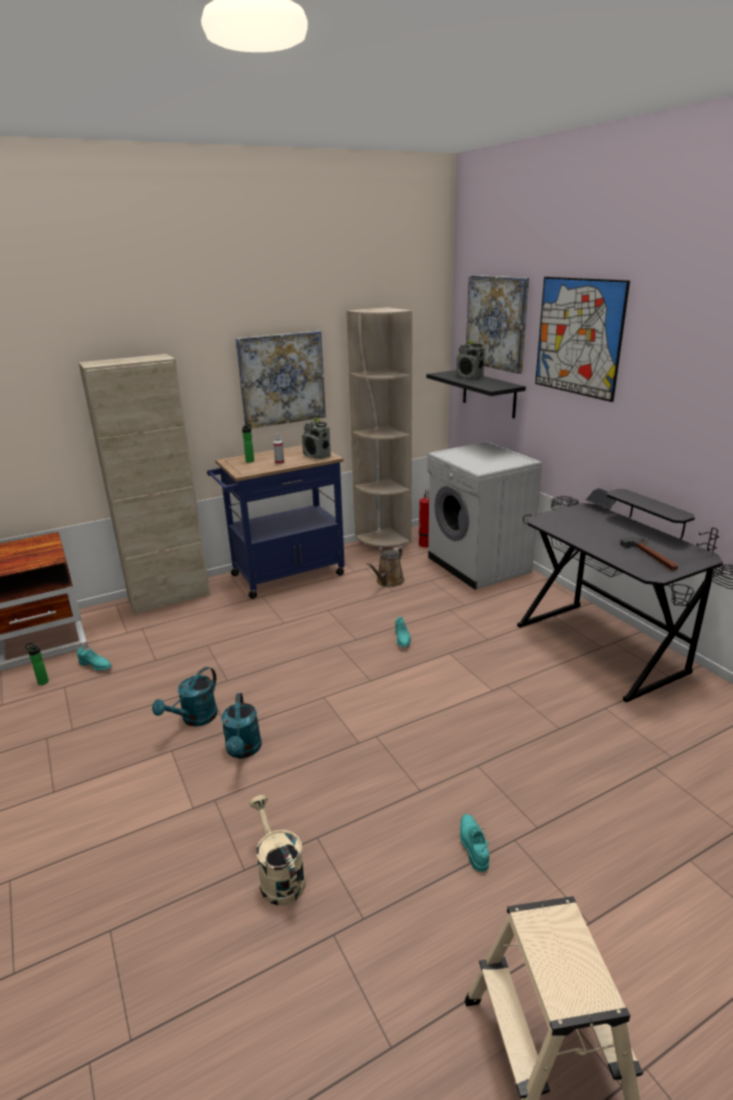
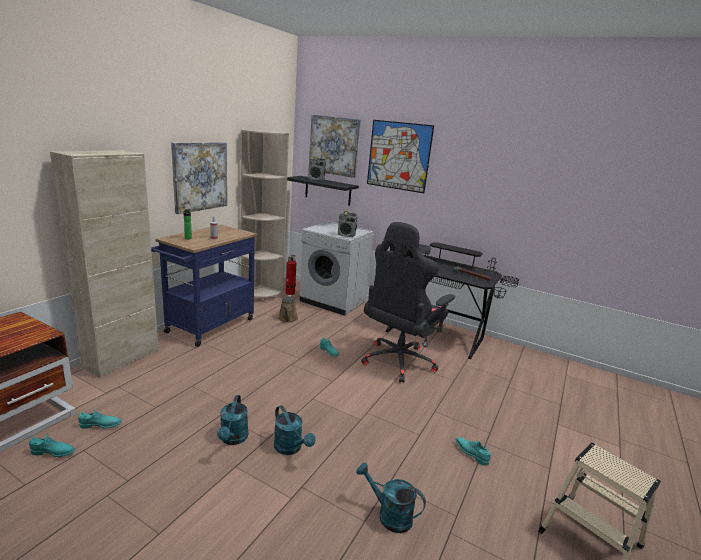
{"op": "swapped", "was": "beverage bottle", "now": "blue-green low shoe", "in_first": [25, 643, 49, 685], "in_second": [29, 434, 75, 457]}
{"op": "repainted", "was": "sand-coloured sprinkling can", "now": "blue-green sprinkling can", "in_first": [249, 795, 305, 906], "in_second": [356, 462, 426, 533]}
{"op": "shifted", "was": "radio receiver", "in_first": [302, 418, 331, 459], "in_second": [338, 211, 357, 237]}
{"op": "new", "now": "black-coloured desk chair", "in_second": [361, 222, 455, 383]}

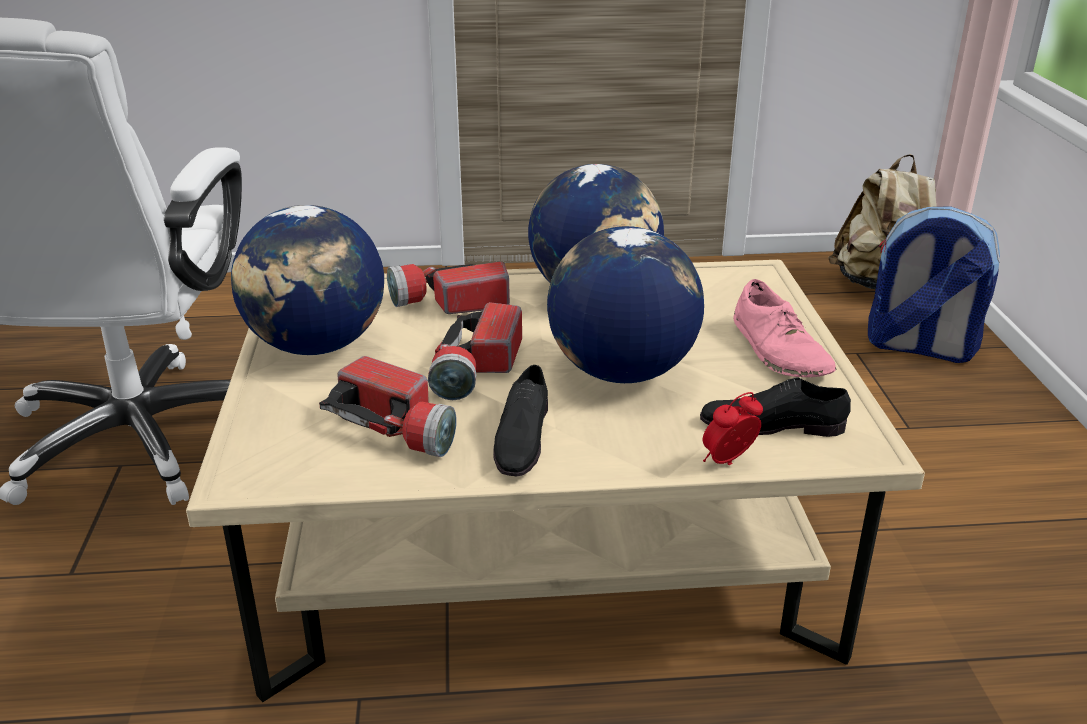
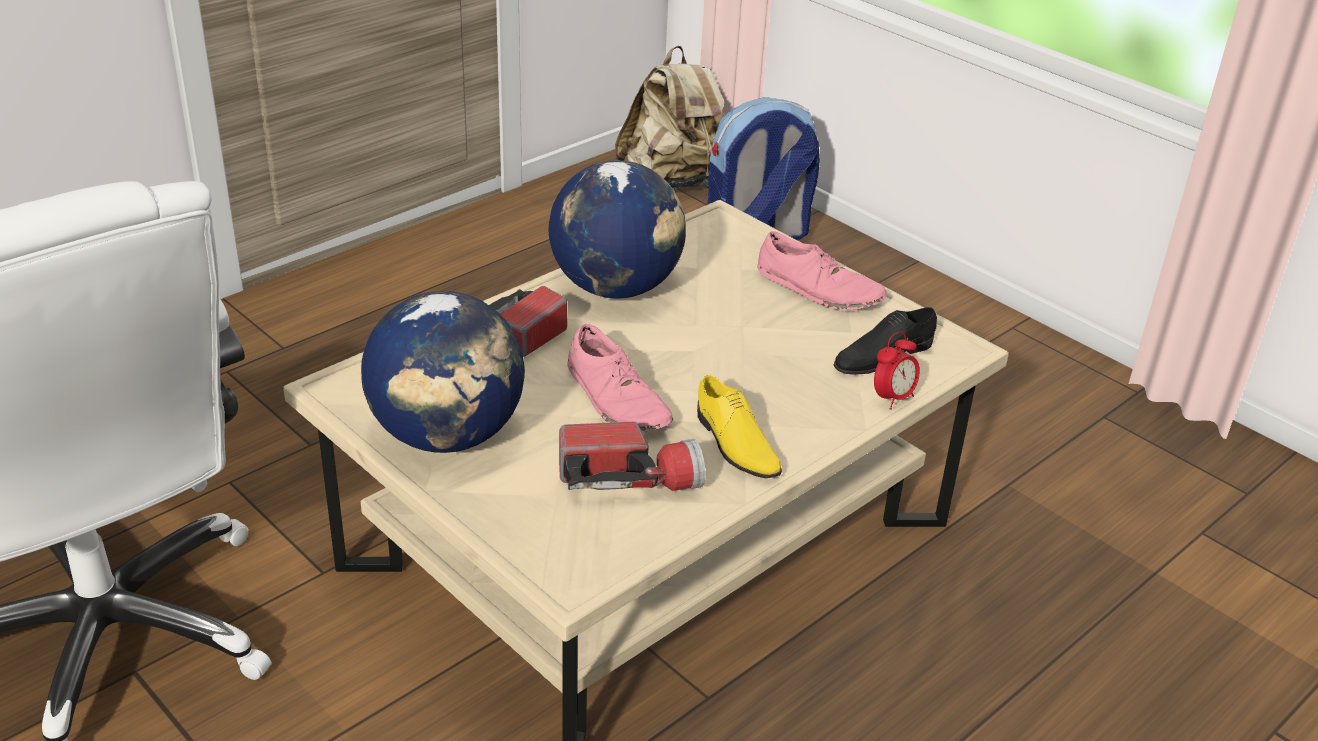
{"op": "swapped", "was": "hand torch", "now": "pink-coloured low shoe", "in_first": [428, 302, 522, 400], "in_second": [567, 324, 673, 432]}
{"op": "repainted", "was": "black-coloured low shoe", "now": "yellow-coloured low shoe", "in_first": [493, 365, 548, 476], "in_second": [697, 375, 782, 478]}
{"op": "gone", "was": "globe", "in_first": [547, 226, 704, 383]}
{"op": "rotated", "was": "alarm clock", "in_first": [703, 392, 763, 465], "in_second": [874, 331, 920, 410], "clockwise": -150}

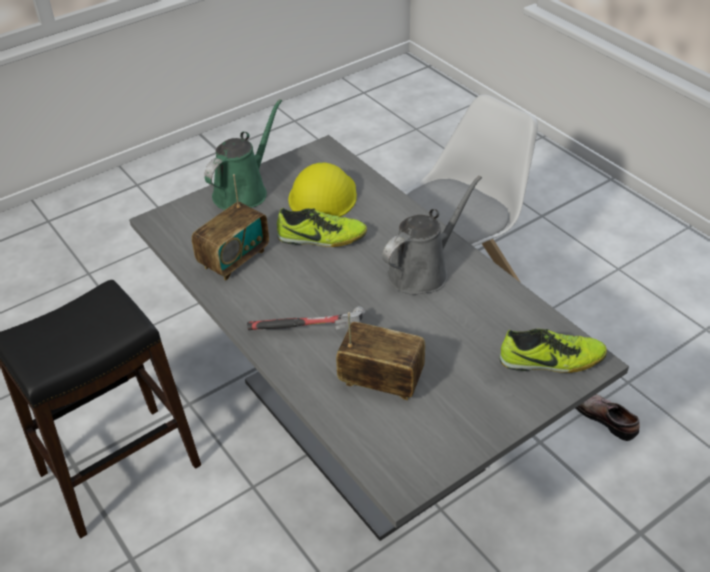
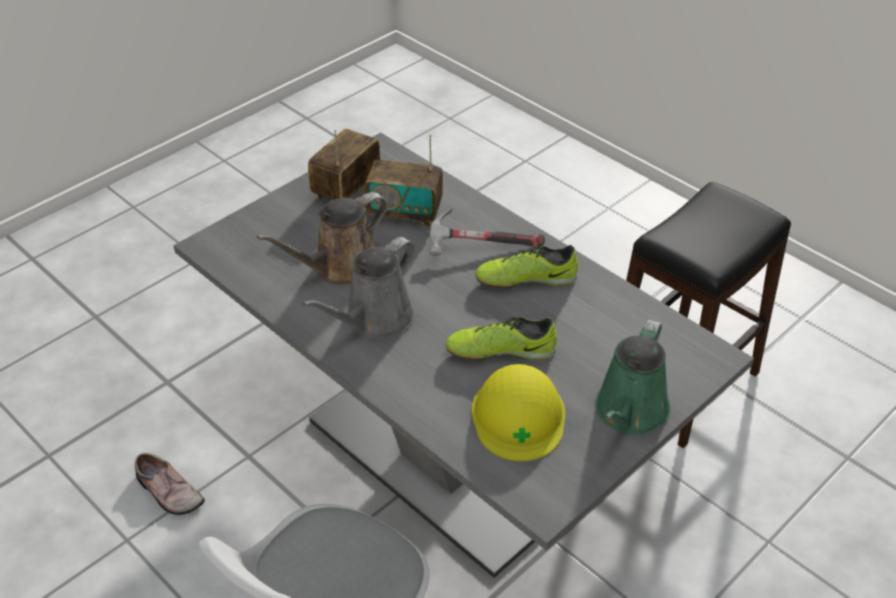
{"op": "shifted", "was": "radio receiver", "in_first": [192, 174, 269, 281], "in_second": [308, 128, 380, 200]}
{"op": "shifted", "was": "low shoe", "in_first": [499, 329, 607, 373], "in_second": [475, 245, 578, 288]}
{"op": "new", "now": "brown sprinkling can", "in_second": [257, 192, 388, 285]}

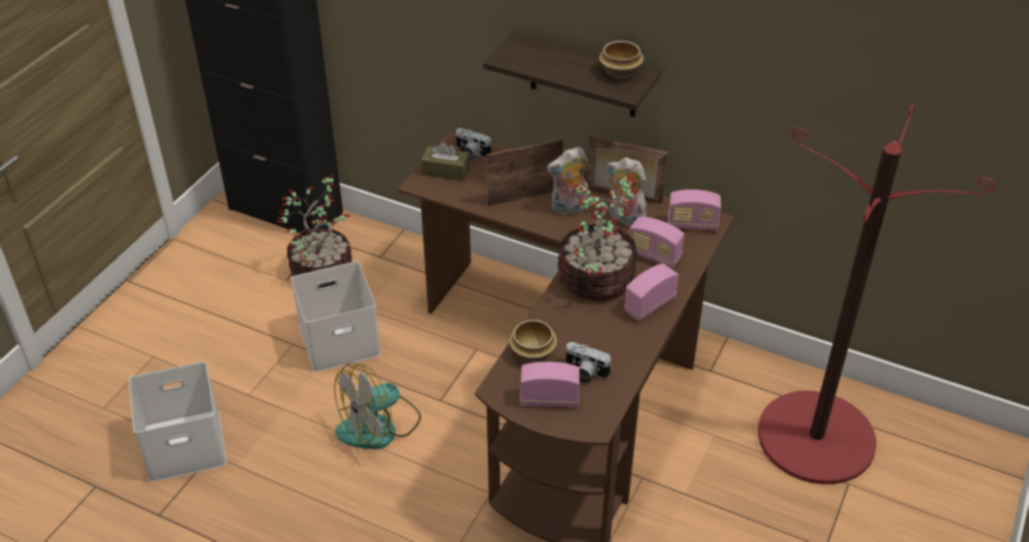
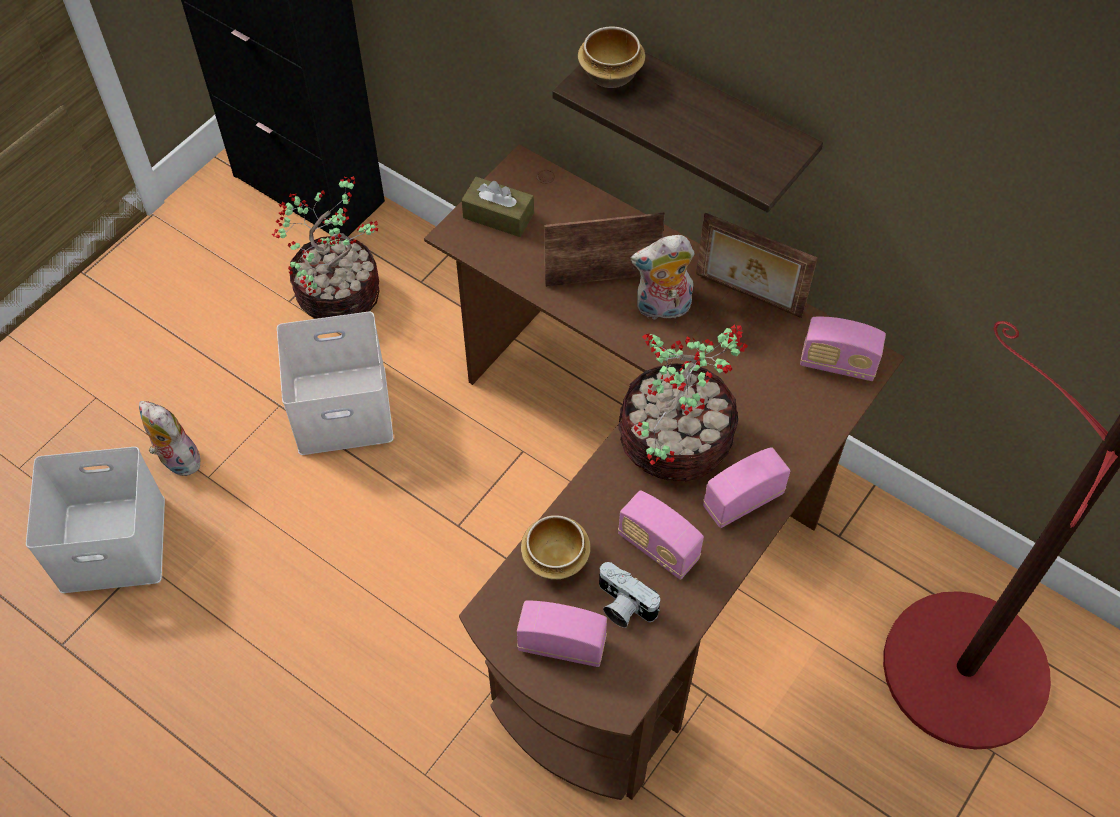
{"op": "gone", "was": "fan", "in_first": [334, 362, 421, 449]}
{"op": "gone", "was": "still camera", "in_first": [456, 128, 492, 161]}
{"op": "shifted", "was": "bowl", "in_first": [599, 41, 644, 79], "in_second": [578, 26, 646, 88]}
{"op": "shifted", "was": "plush toy", "in_first": [607, 157, 646, 227], "in_second": [139, 401, 200, 476]}
{"op": "shifted", "was": "radio receiver", "in_first": [629, 217, 684, 268], "in_second": [618, 490, 704, 580]}

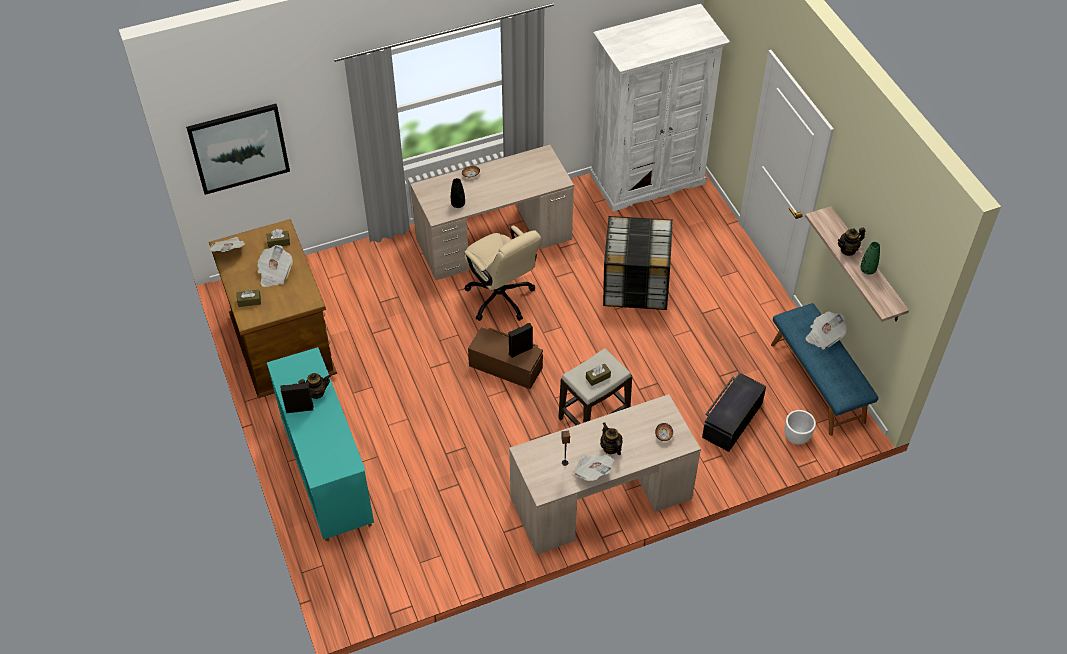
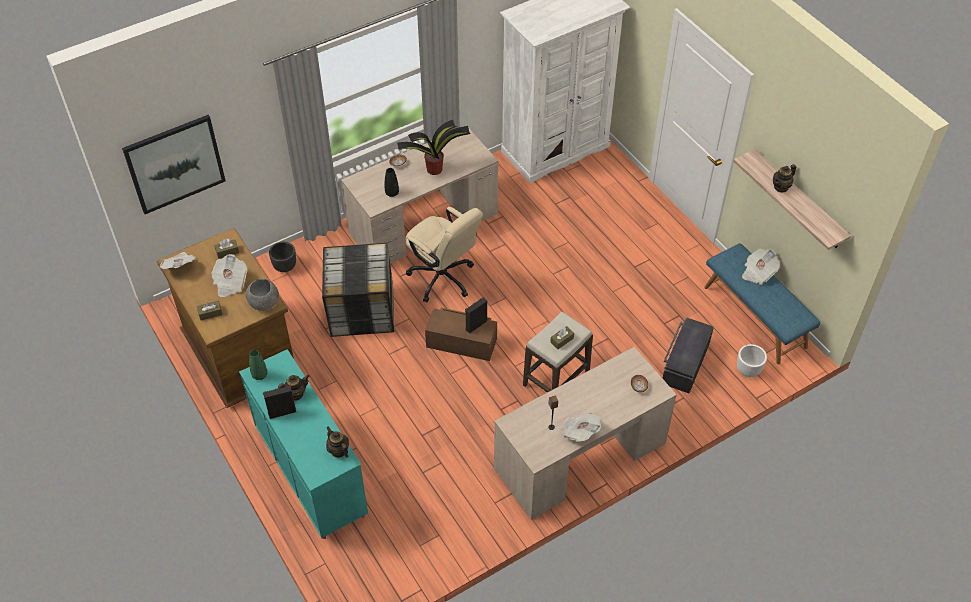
{"op": "shifted", "was": "pot for tea", "in_first": [600, 423, 622, 455], "in_second": [326, 426, 349, 458]}
{"op": "shifted", "was": "storage box", "in_first": [603, 216, 673, 310], "in_second": [322, 243, 394, 337]}
{"op": "shifted", "was": "green vase", "in_first": [860, 242, 880, 275], "in_second": [249, 350, 267, 380]}
{"op": "new", "now": "greyish bowl", "in_second": [246, 279, 279, 311]}
{"op": "new", "now": "black-coloured planter", "in_second": [269, 242, 296, 272]}
{"op": "new", "now": "houseplant", "in_second": [397, 120, 471, 175]}

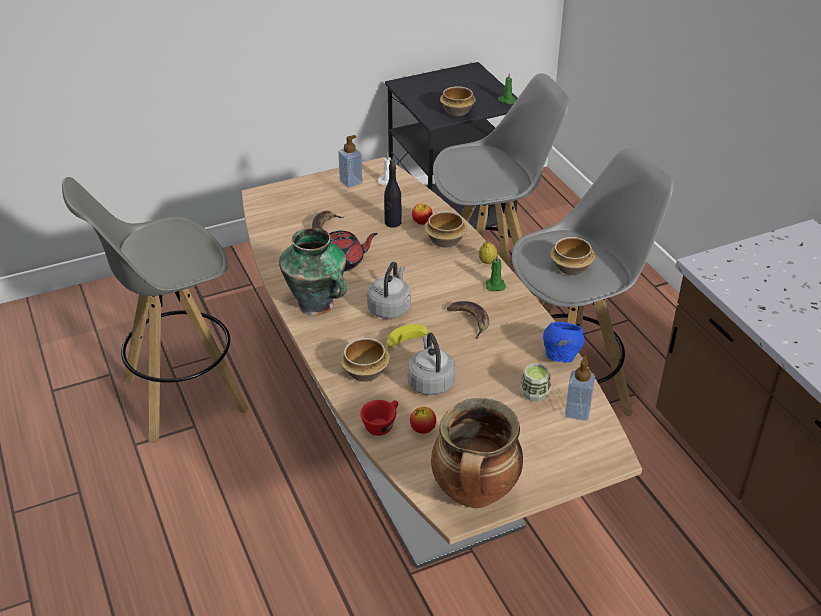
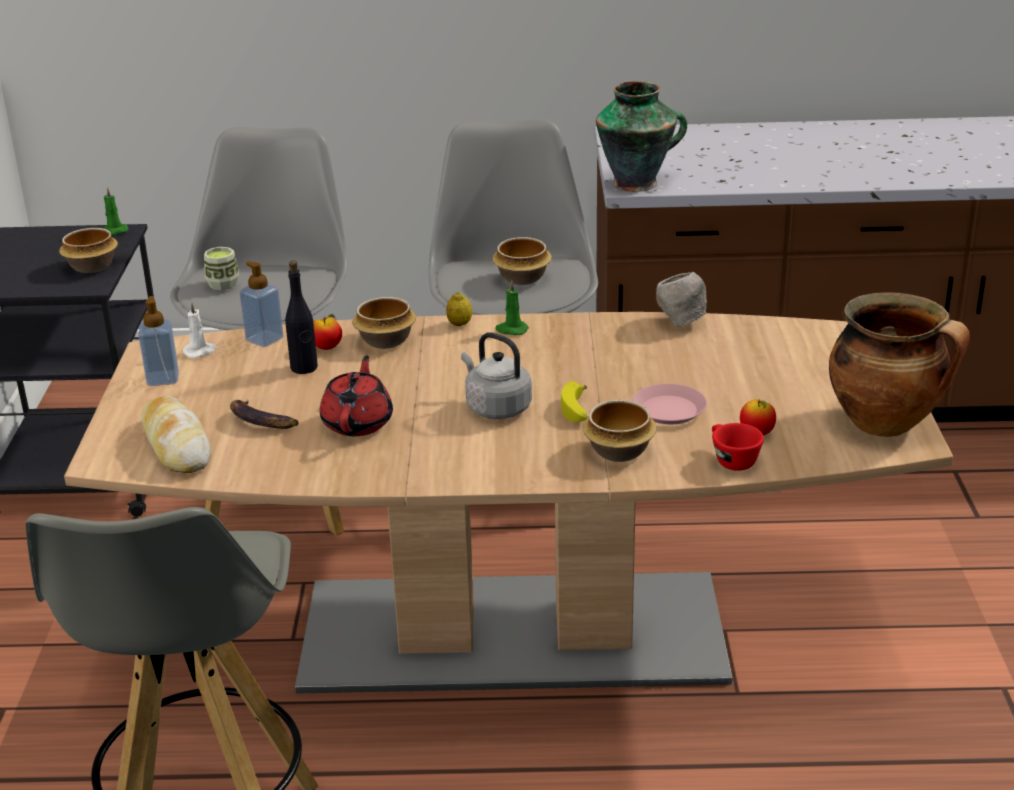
{"op": "shifted", "was": "vase", "in_first": [279, 228, 347, 315], "in_second": [596, 81, 687, 192]}
{"op": "swapped", "was": "greyish tea kettle", "now": "pink-coloured plate", "in_first": [407, 333, 455, 395], "in_second": [632, 384, 707, 424]}
{"op": "gone", "was": "banana fruit", "in_first": [447, 301, 489, 339]}
{"op": "shifted", "was": "cup", "in_first": [521, 363, 551, 402], "in_second": [204, 247, 239, 290]}
{"op": "repainted", "was": "bluish bowl", "now": "greyish bowl", "in_first": [543, 322, 584, 363], "in_second": [656, 272, 707, 327]}
{"op": "shifted", "was": "soap bottle", "in_first": [565, 356, 595, 421], "in_second": [240, 261, 283, 347]}
{"op": "new", "now": "baked bread", "in_second": [142, 396, 211, 473]}

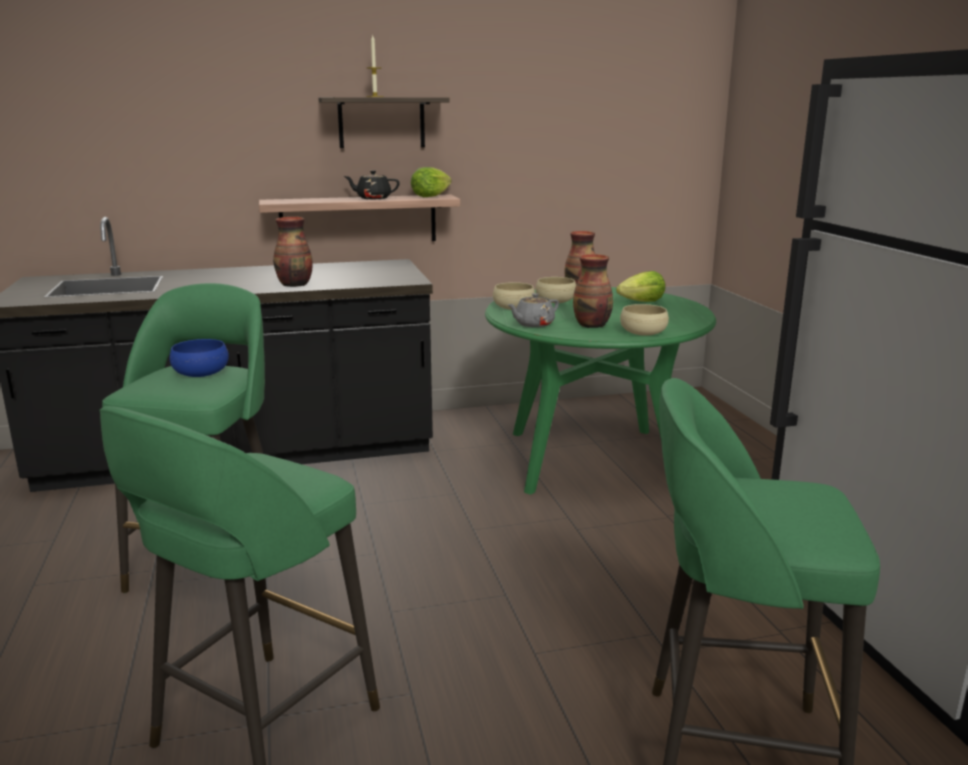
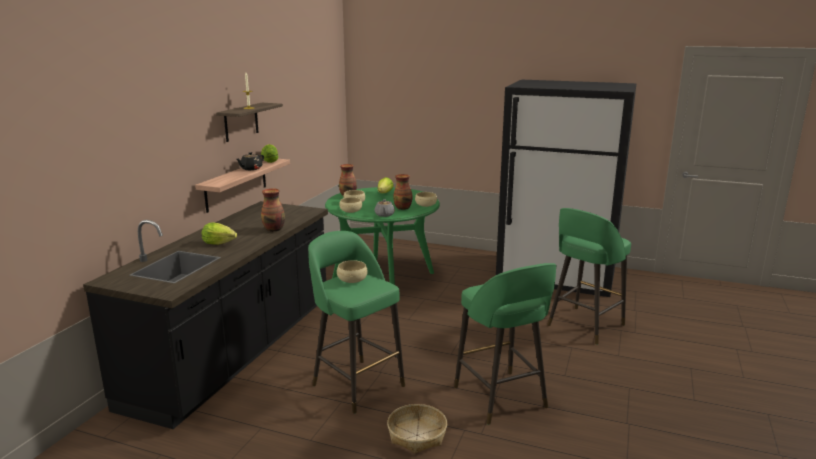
{"op": "repainted", "was": "bluish bowl", "now": "sand-coloured bowl", "in_first": [170, 339, 229, 377], "in_second": [337, 260, 368, 283]}
{"op": "new", "now": "lettuce head", "in_second": [202, 222, 237, 245]}
{"op": "new", "now": "storage basket", "in_second": [387, 404, 447, 454]}

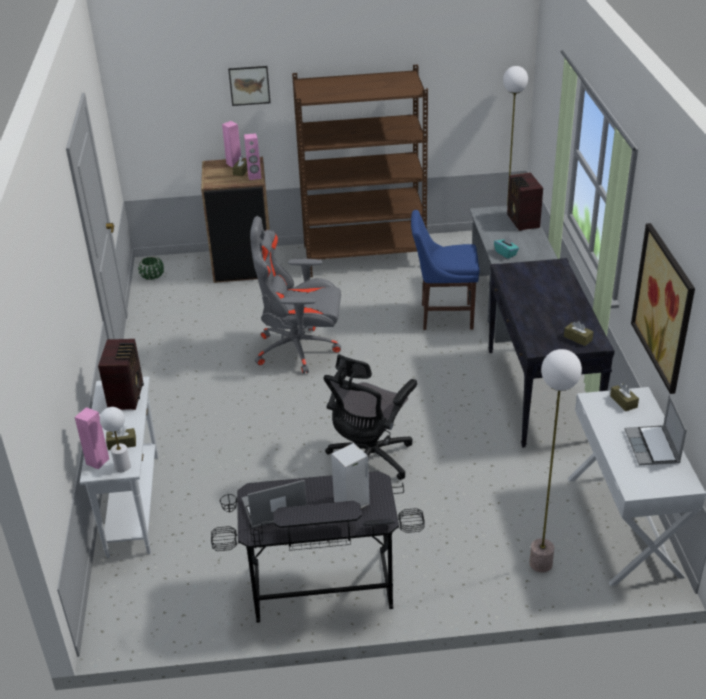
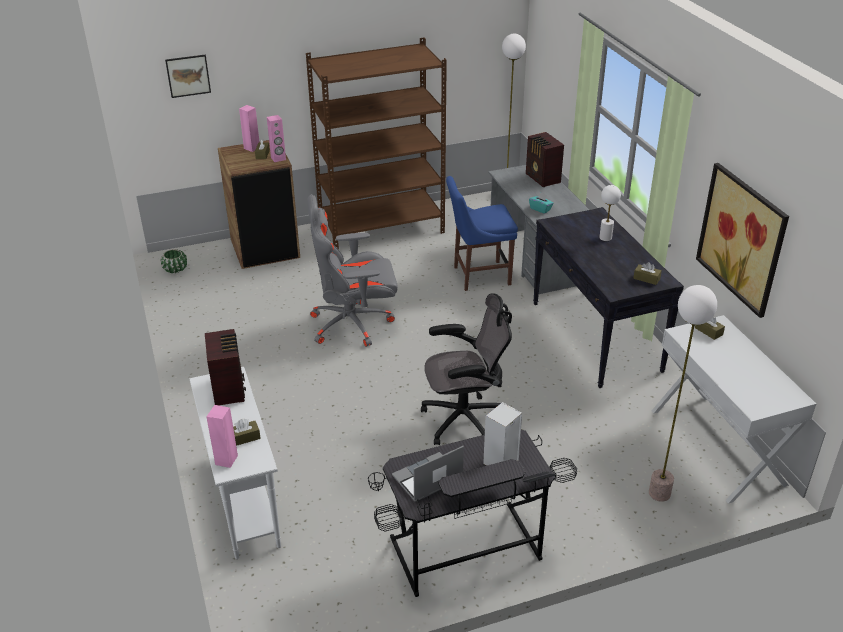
{"op": "shifted", "was": "whitish lamp for a table", "in_first": [100, 407, 131, 472], "in_second": [599, 185, 621, 241]}
{"op": "shifted", "was": "wall picture", "in_first": [228, 66, 271, 106], "in_second": [165, 55, 211, 98]}
{"op": "rotated", "was": "desk chair", "in_first": [324, 354, 417, 480], "in_second": [421, 293, 512, 445], "clockwise": -120}
{"op": "gone", "was": "portable computer", "in_first": [625, 395, 687, 465]}

